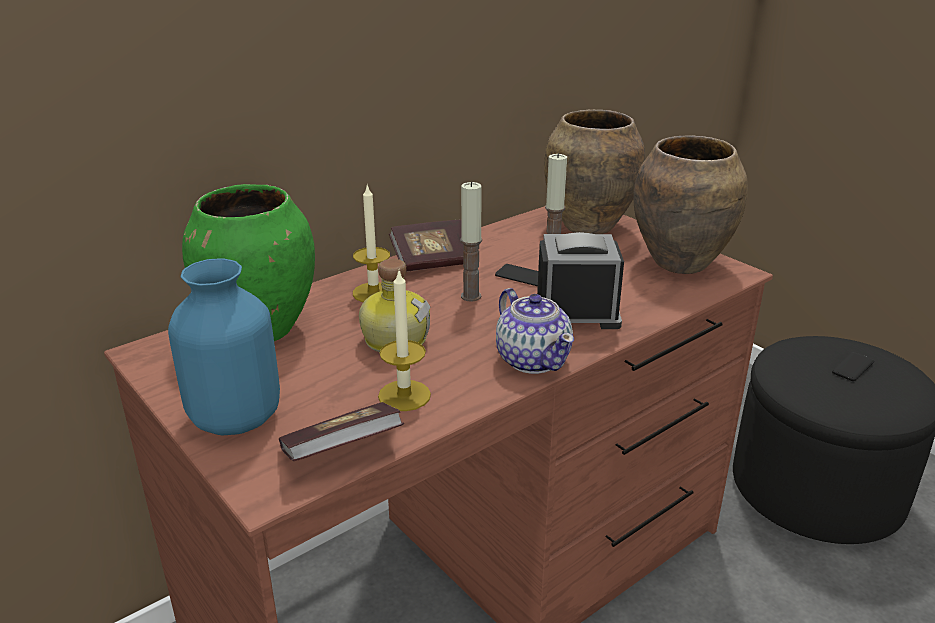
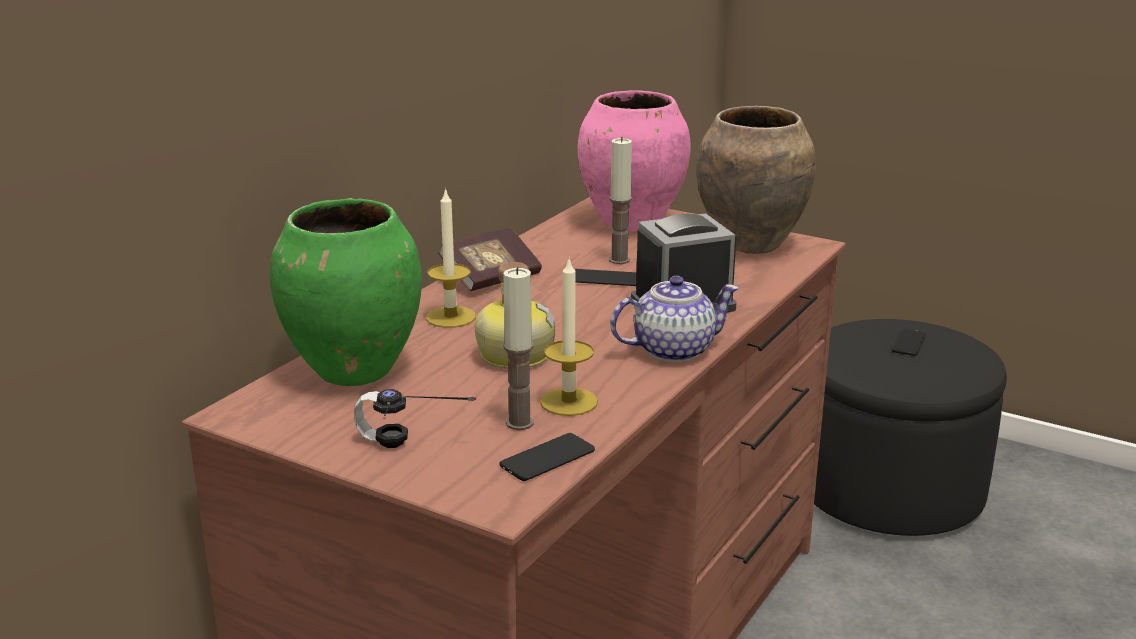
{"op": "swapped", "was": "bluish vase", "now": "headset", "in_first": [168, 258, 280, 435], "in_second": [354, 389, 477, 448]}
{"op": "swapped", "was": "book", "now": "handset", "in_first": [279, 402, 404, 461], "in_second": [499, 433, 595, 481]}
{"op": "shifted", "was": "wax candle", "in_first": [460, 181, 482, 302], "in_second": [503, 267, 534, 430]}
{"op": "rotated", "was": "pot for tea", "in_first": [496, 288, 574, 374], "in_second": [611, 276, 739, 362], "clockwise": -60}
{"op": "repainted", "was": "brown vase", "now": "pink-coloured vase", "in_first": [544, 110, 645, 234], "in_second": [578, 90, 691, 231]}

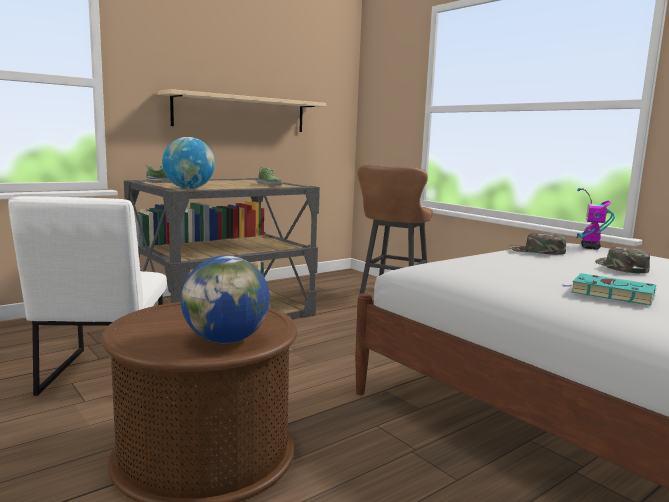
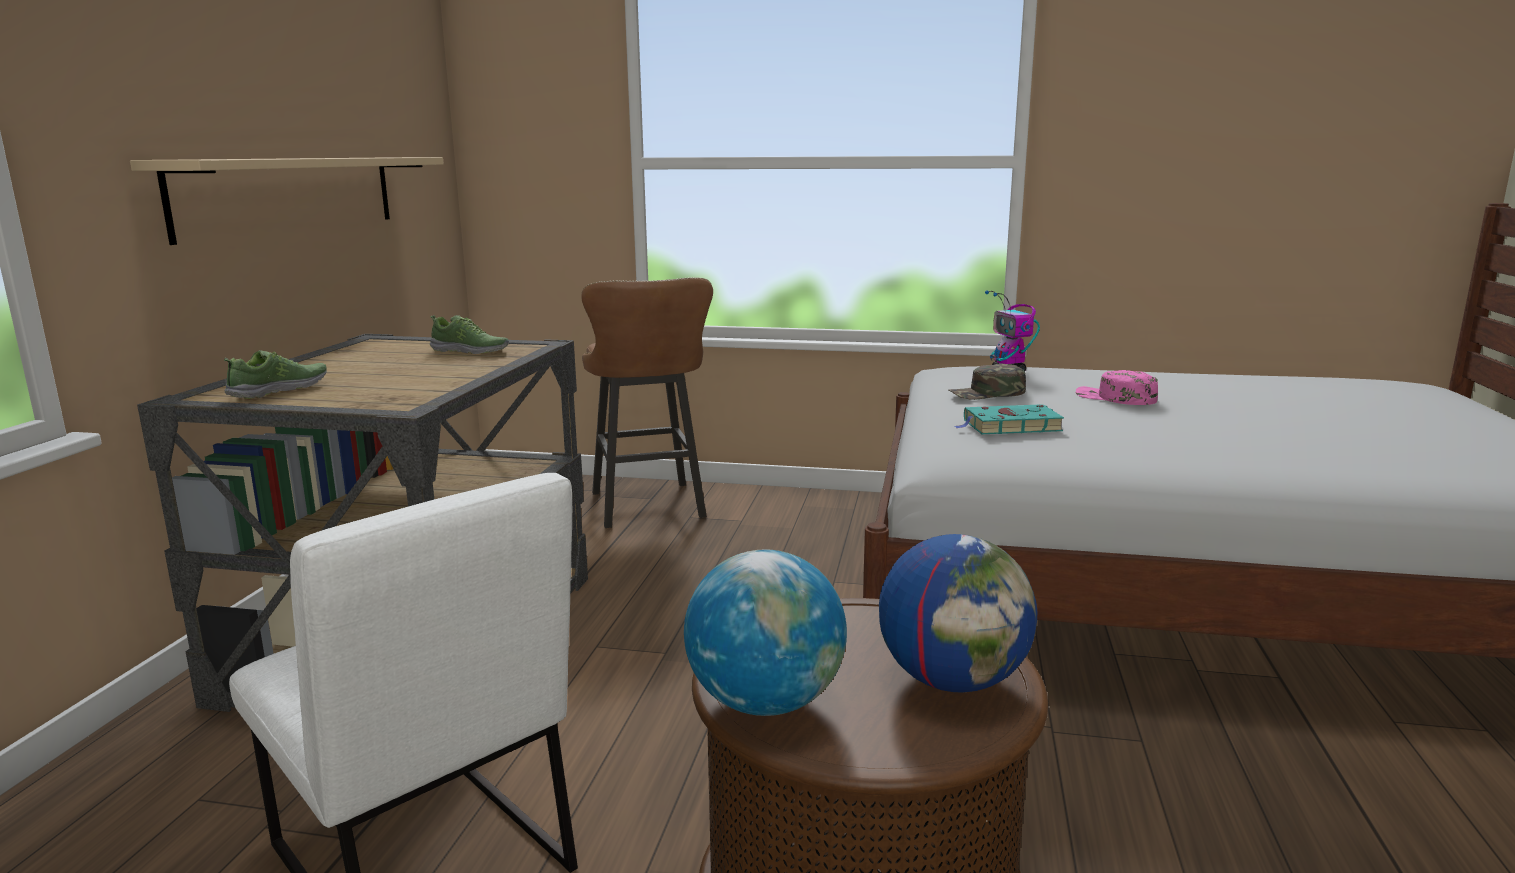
{"op": "shifted", "was": "globe", "in_first": [162, 137, 215, 189], "in_second": [684, 549, 847, 716]}
{"op": "shifted", "was": "blue-green book", "in_first": [563, 273, 657, 306], "in_second": [955, 404, 1064, 434]}
{"op": "repainted", "was": "green cap", "now": "pink-coloured cap", "in_first": [595, 246, 650, 274], "in_second": [1076, 370, 1158, 405]}

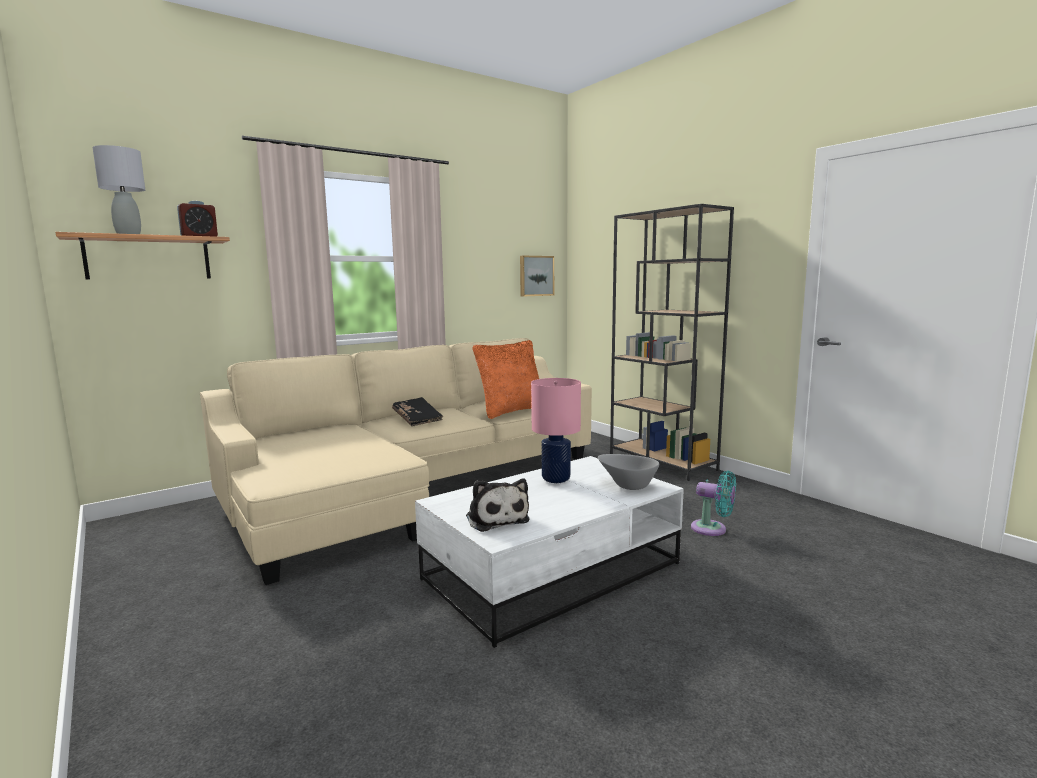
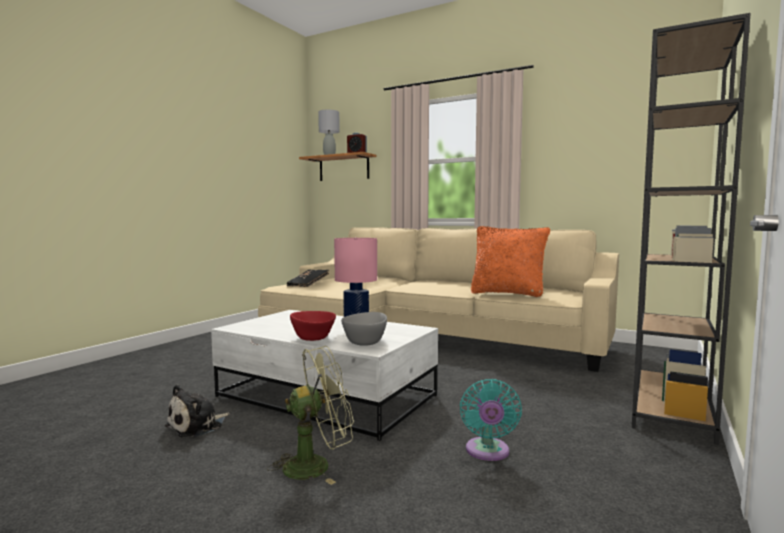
{"op": "shifted", "was": "black-coloured book", "in_first": [392, 397, 443, 427], "in_second": [287, 270, 329, 287]}
{"op": "shifted", "was": "plush toy", "in_first": [466, 478, 530, 532], "in_second": [165, 384, 230, 438]}
{"op": "gone", "was": "wall picture", "in_first": [520, 256, 554, 297]}
{"op": "new", "now": "green fan", "in_second": [267, 346, 354, 485]}
{"op": "new", "now": "reddish bowl", "in_second": [290, 311, 336, 341]}

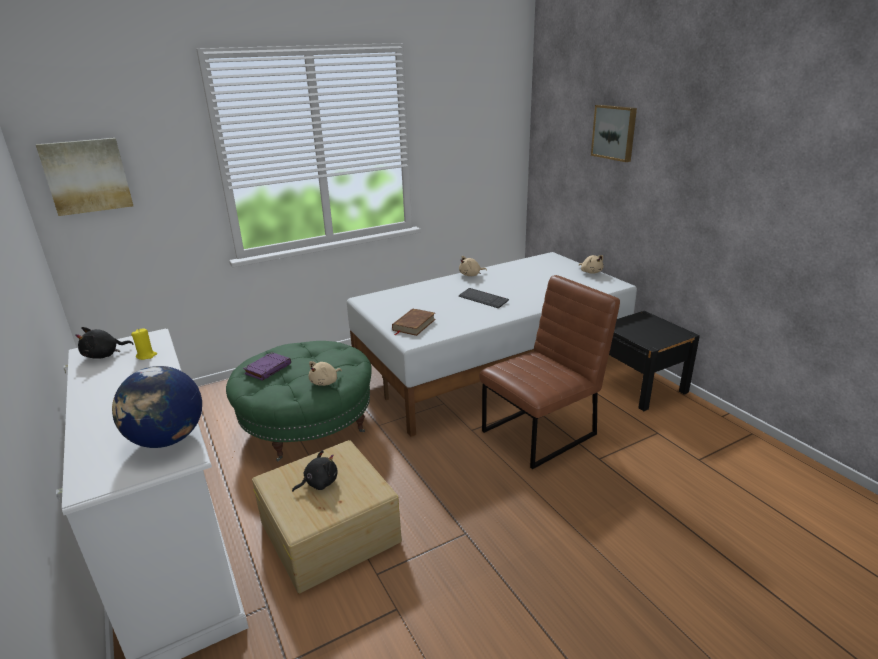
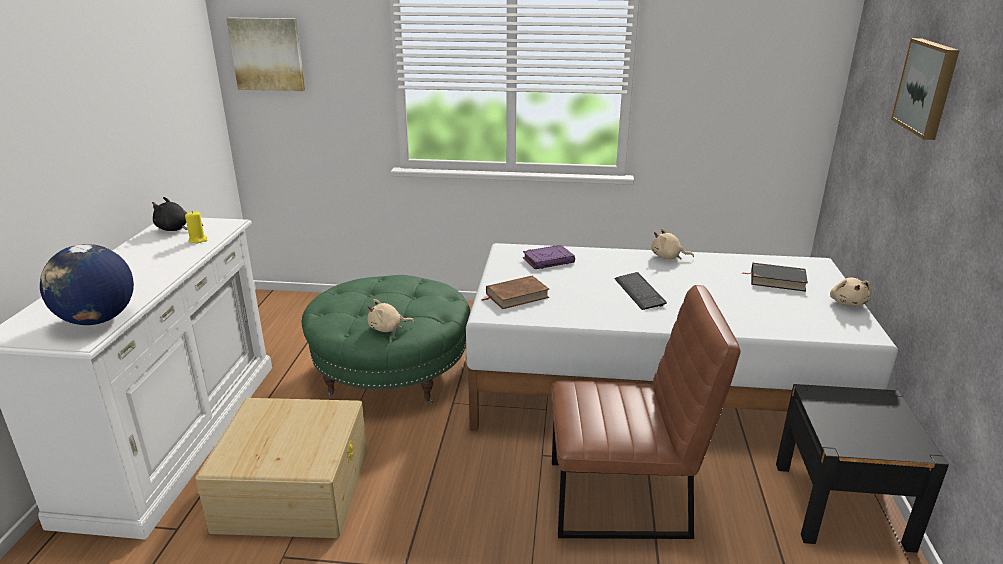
{"op": "shifted", "was": "purple-coloured book", "in_first": [243, 352, 291, 381], "in_second": [523, 245, 575, 269]}
{"op": "gone", "was": "black-coloured plush toy", "in_first": [292, 450, 338, 492]}
{"op": "new", "now": "black-coloured book", "in_second": [742, 263, 808, 292]}

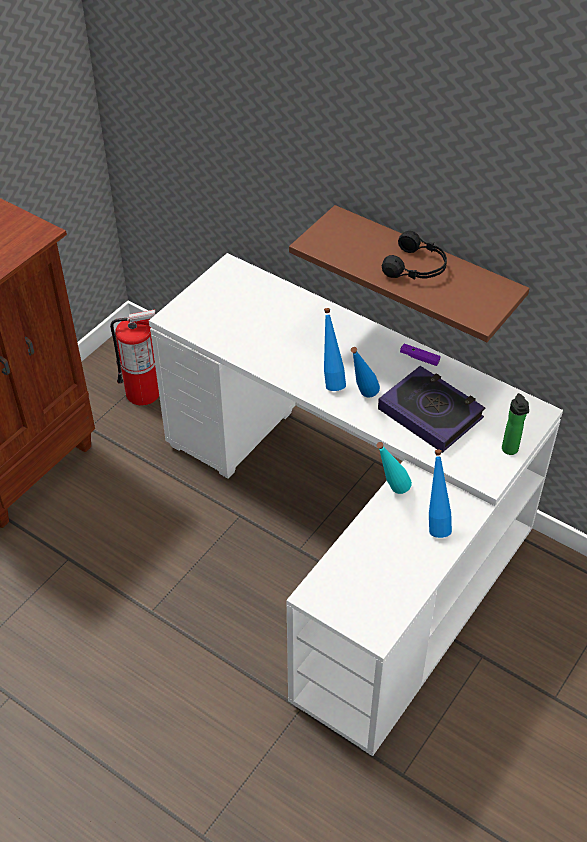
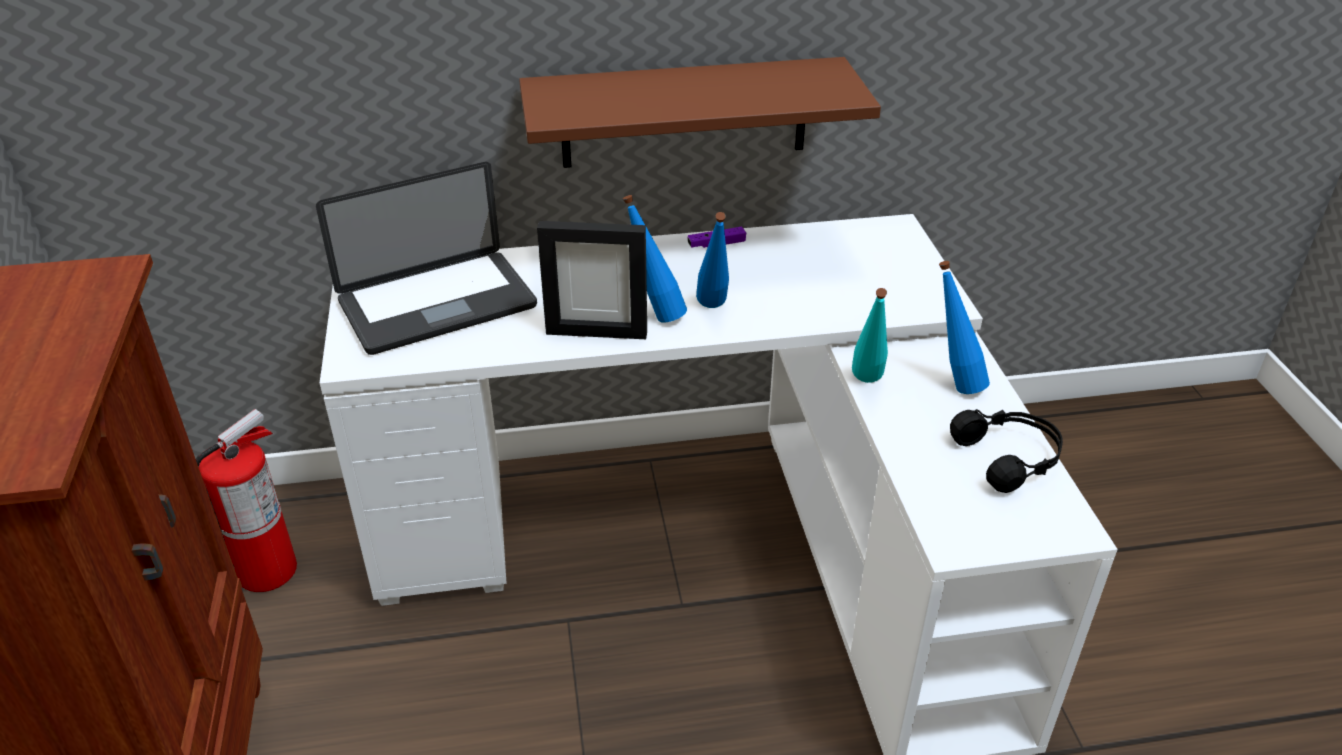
{"op": "gone", "was": "book", "in_first": [378, 366, 485, 453]}
{"op": "shifted", "was": "black-coloured headset", "in_first": [382, 231, 447, 280], "in_second": [950, 409, 1063, 493]}
{"op": "gone", "was": "beverage bottle", "in_first": [502, 393, 529, 455]}
{"op": "new", "now": "portable computer", "in_second": [316, 162, 537, 355]}
{"op": "new", "now": "photo frame", "in_second": [537, 221, 647, 339]}

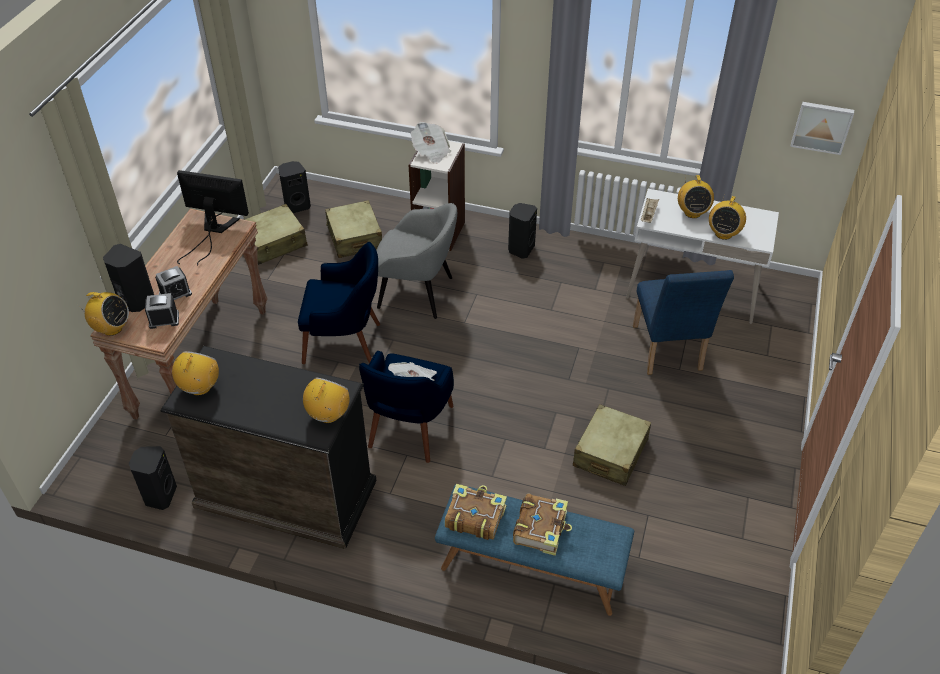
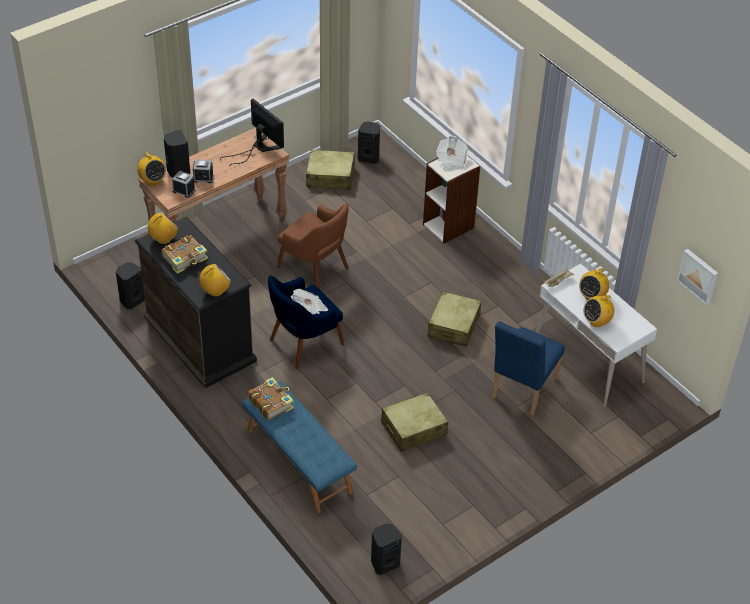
{"op": "repainted", "was": "bluish armchair", "now": "brown armchair", "in_first": [298, 242, 380, 364], "in_second": [277, 204, 349, 289]}
{"op": "shifted", "was": "sand-coloured travel case", "in_first": [325, 200, 382, 258], "in_second": [427, 292, 481, 347]}
{"op": "gone", "was": "greyish armchair", "in_first": [376, 203, 457, 319]}
{"op": "shifted", "was": "black-coloured loudspeaker", "in_first": [508, 203, 537, 259], "in_second": [371, 523, 402, 575]}
{"op": "shifted", "was": "book", "in_first": [513, 493, 572, 556], "in_second": [162, 235, 208, 274]}

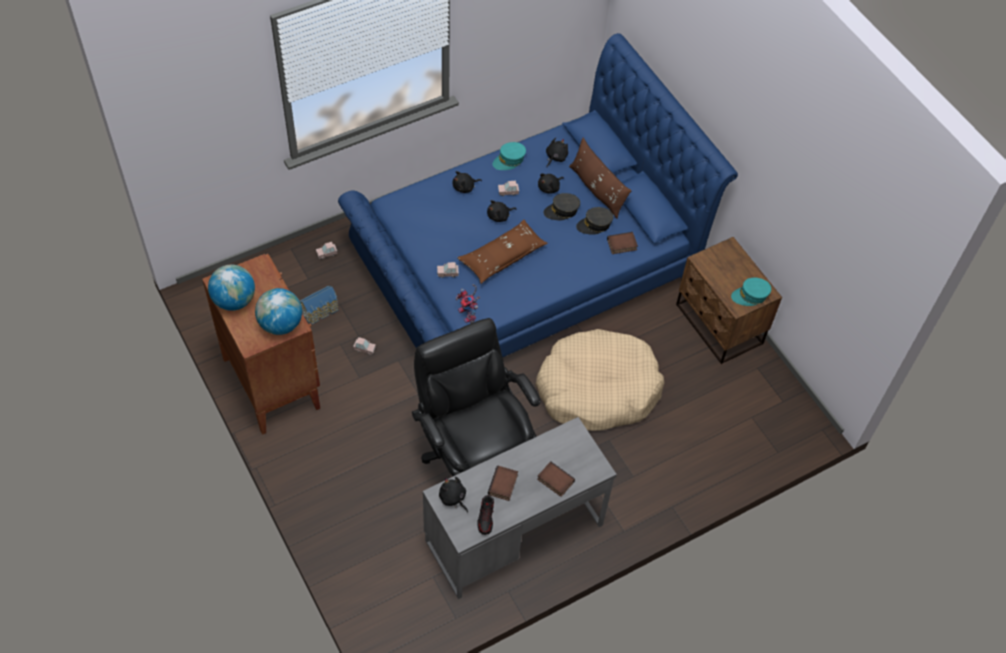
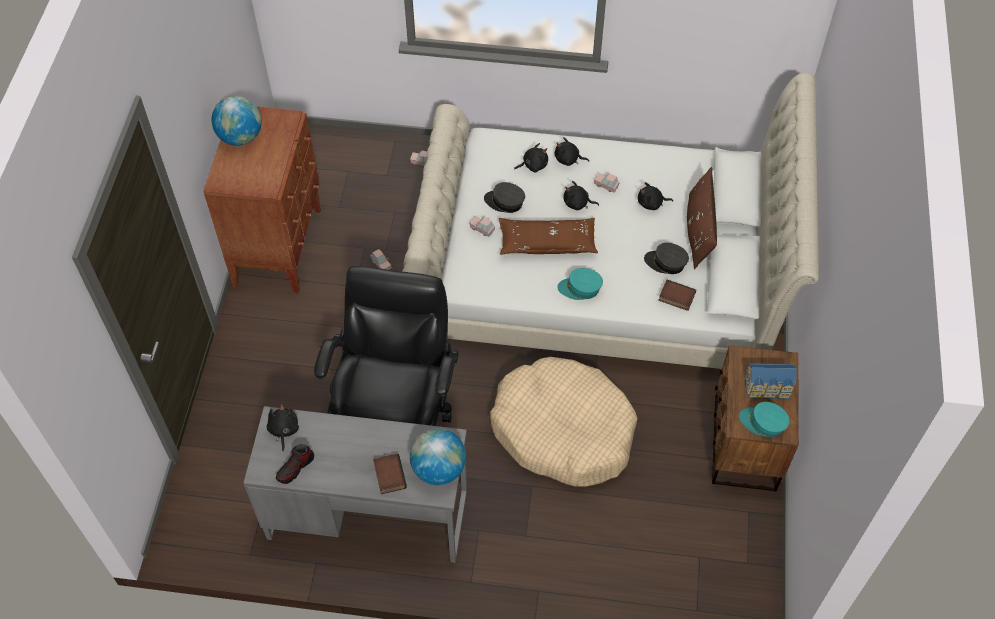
{"op": "shifted", "was": "globe", "in_first": [255, 288, 302, 335], "in_second": [410, 428, 466, 485]}
{"op": "shifted", "was": "toy house", "in_first": [300, 286, 338, 324], "in_second": [745, 363, 797, 399]}
{"op": "repainted", "was": "bluish bed", "now": "sand-coloured bed", "in_first": [338, 33, 738, 358], "in_second": [402, 73, 819, 369]}
{"op": "gone", "was": "toy robot", "in_first": [456, 284, 480, 323]}
{"op": "gone", "was": "book", "in_first": [488, 466, 518, 501]}
{"op": "shifted", "was": "blue-green cap", "in_first": [493, 142, 526, 170], "in_second": [557, 268, 603, 300]}
{"op": "shifted", "was": "greyish cap", "in_first": [543, 193, 580, 220], "in_second": [484, 182, 525, 213]}
{"op": "shifted", "was": "black-coloured plush toy", "in_first": [546, 137, 568, 167], "in_second": [514, 143, 548, 172]}

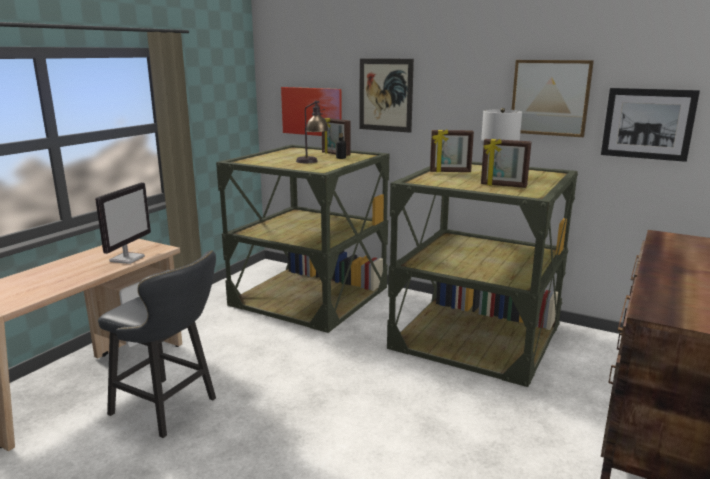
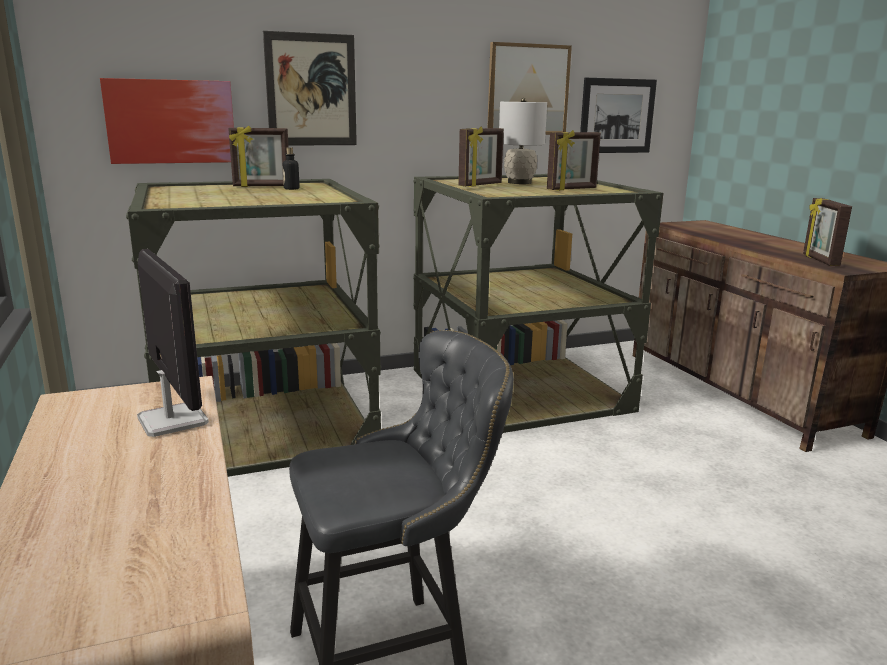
{"op": "gone", "was": "lamp for a table", "in_first": [296, 100, 329, 163]}
{"op": "new", "now": "photo frame", "in_second": [803, 198, 852, 266]}

